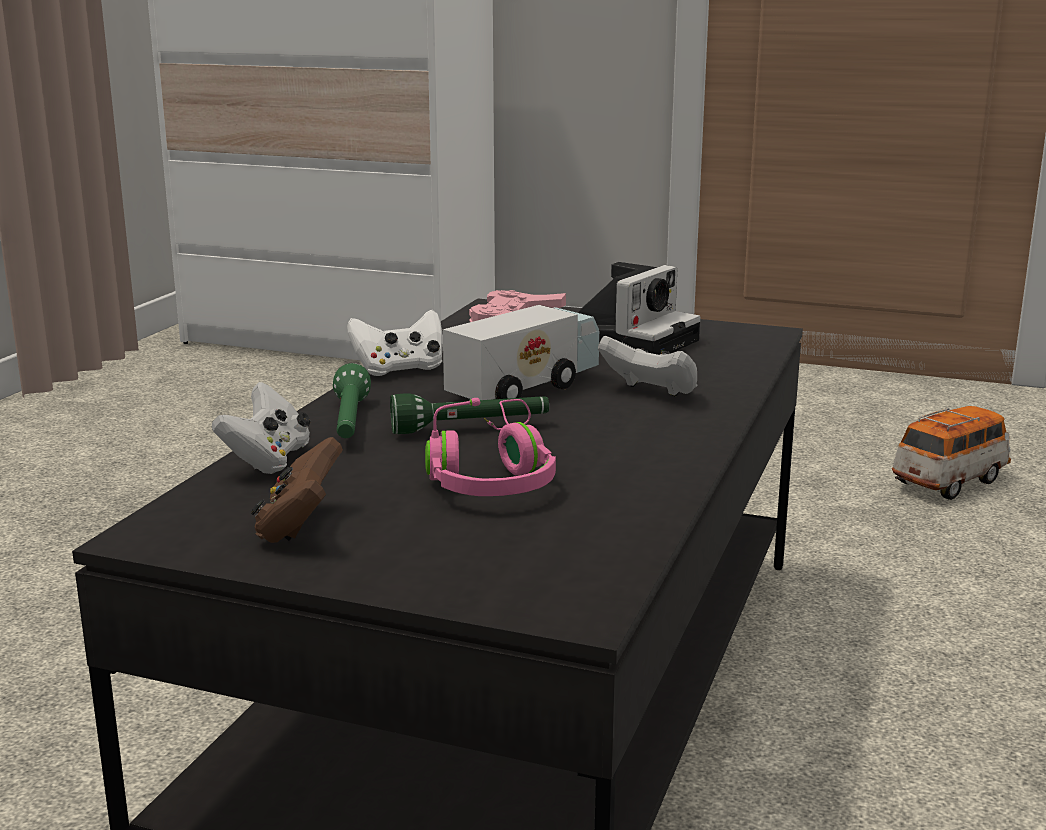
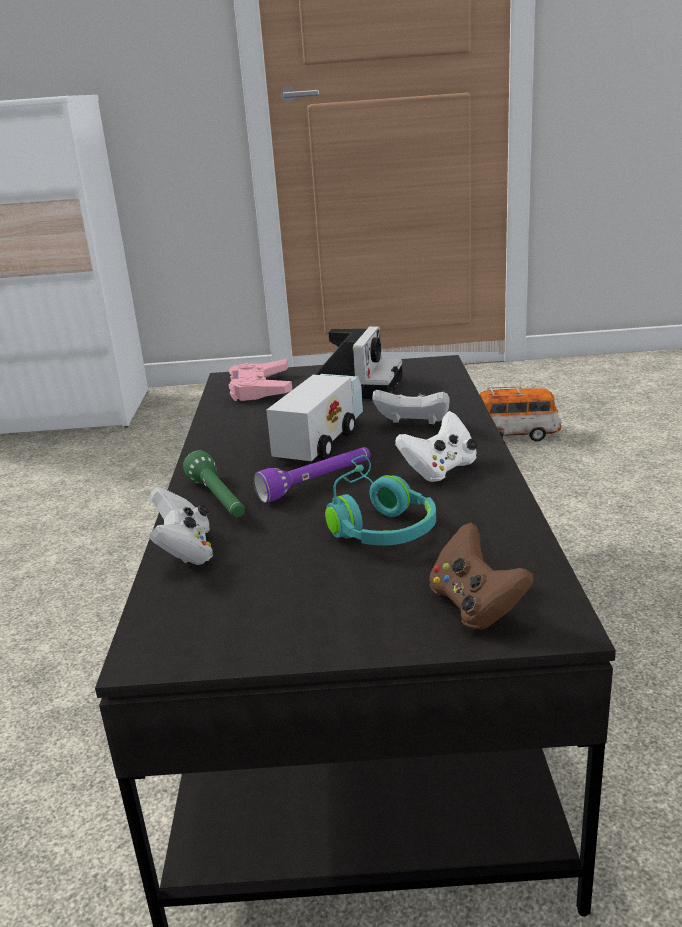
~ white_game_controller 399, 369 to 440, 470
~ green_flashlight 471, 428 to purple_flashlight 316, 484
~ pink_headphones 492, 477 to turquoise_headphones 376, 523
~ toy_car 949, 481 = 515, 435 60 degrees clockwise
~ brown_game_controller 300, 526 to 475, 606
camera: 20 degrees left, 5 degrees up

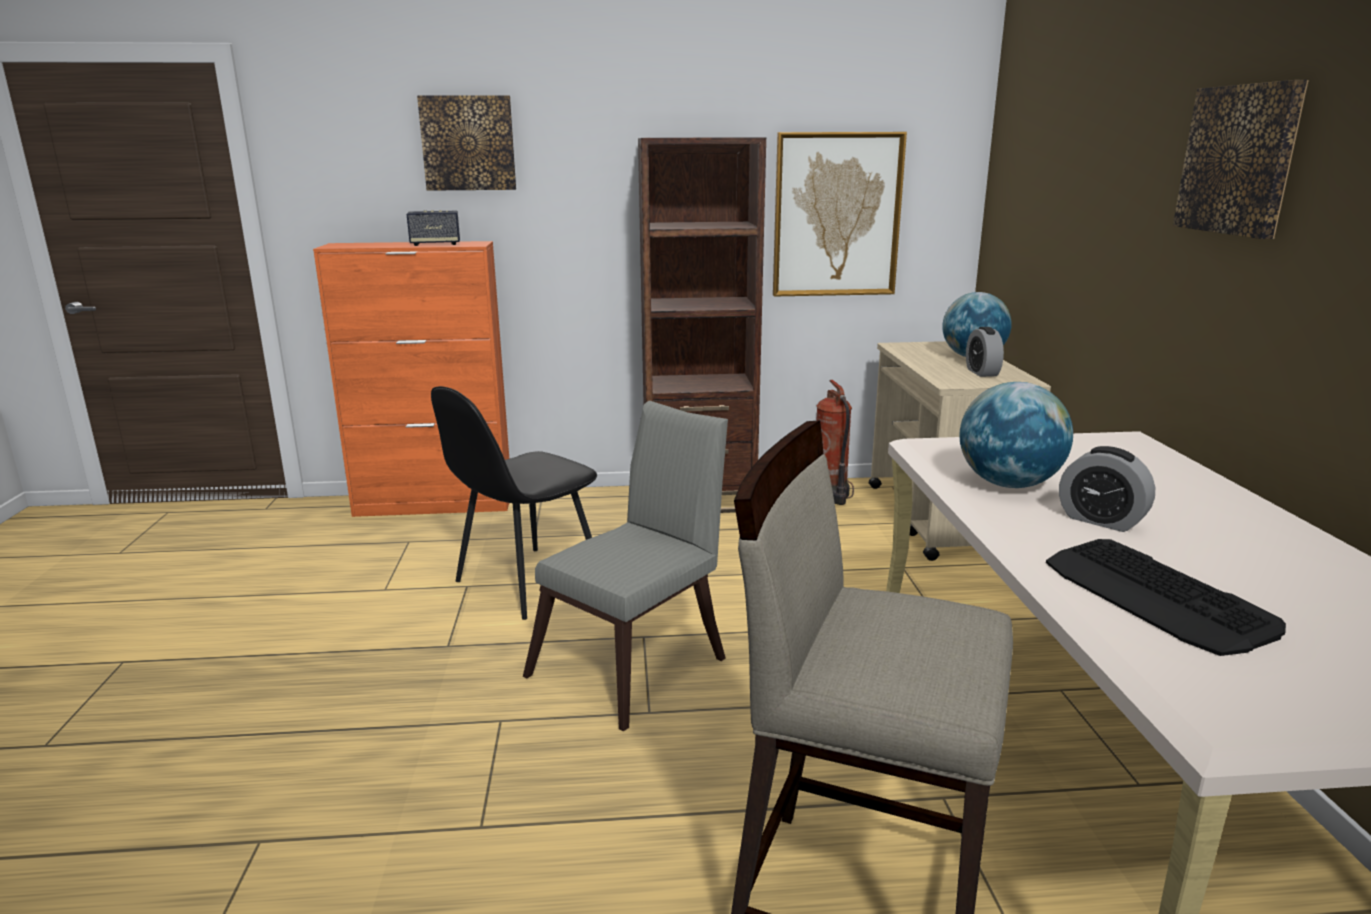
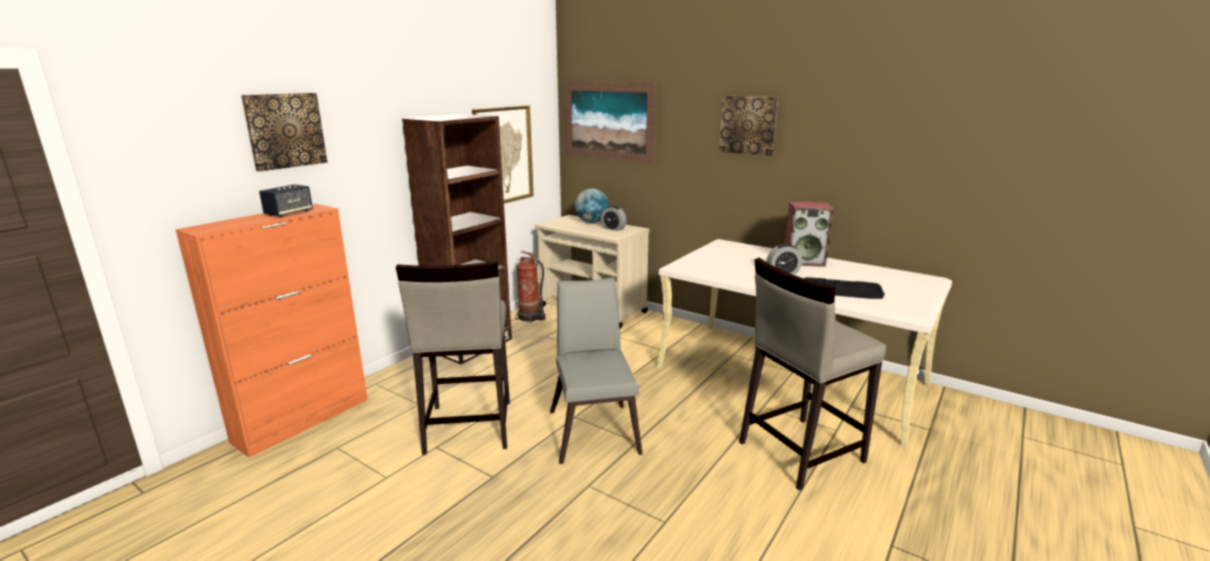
- globe 1008, 484
~ black_chair 526, 583 to beige_stool 468, 427
+ picture 608, 121
+ speaker 804, 261
camera: 50 degrees left, 0 degrees up

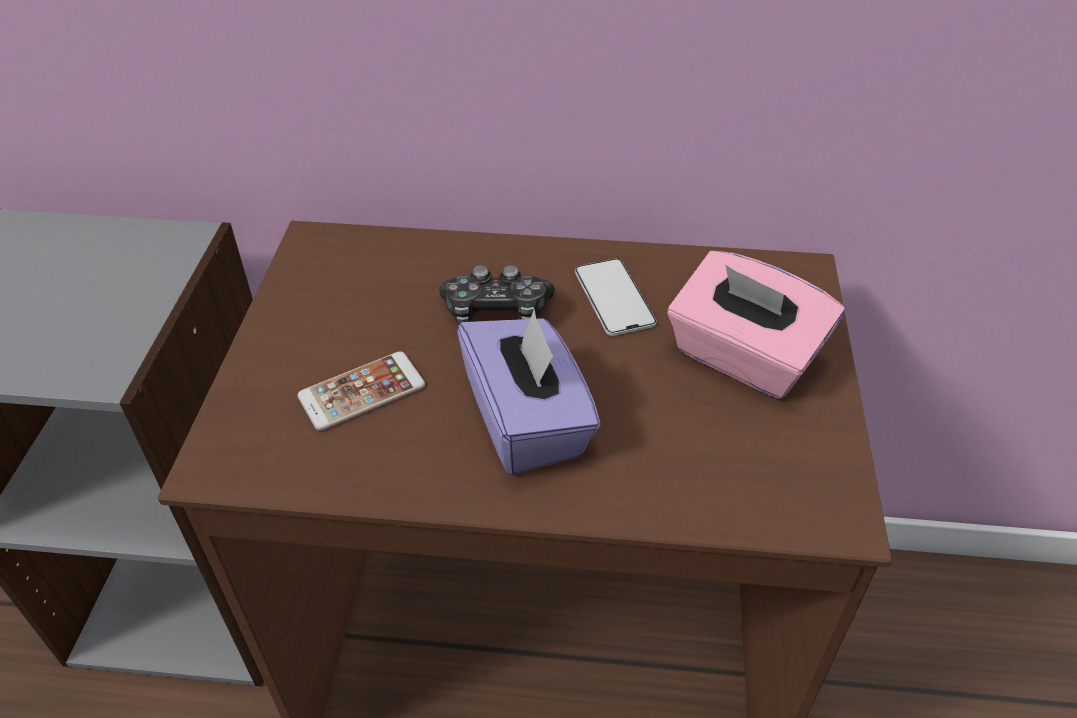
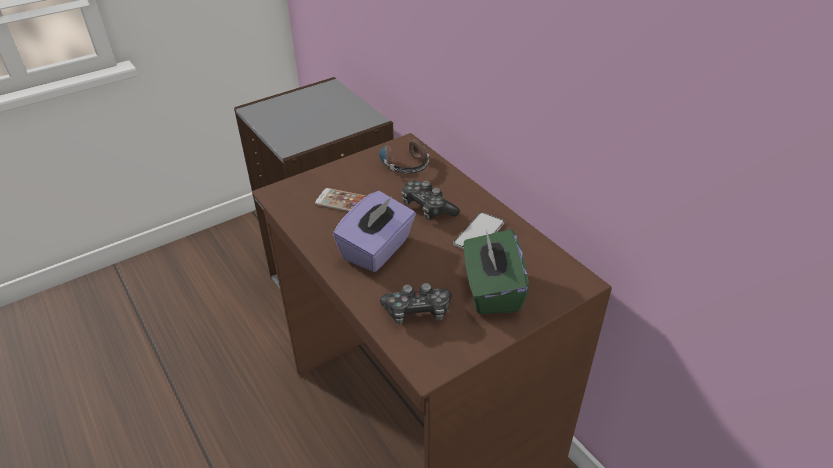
~ pink_tissue_box 743, 358 to green_tissue_box 491, 290
+ headphones 403, 161
+ game_controller 417, 311
camera: 50 degrees right, 5 degrees down

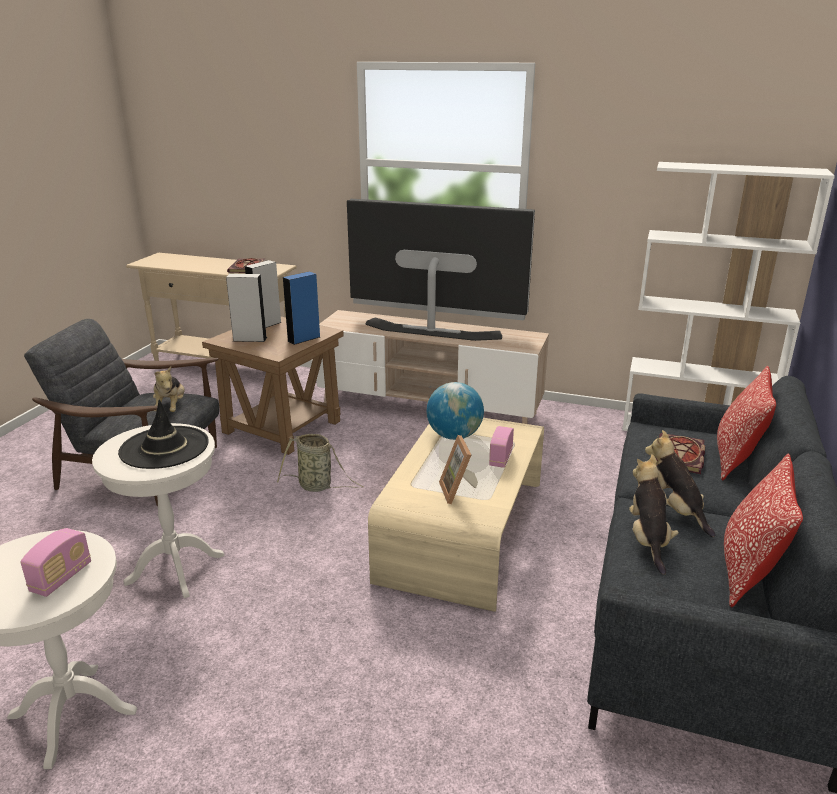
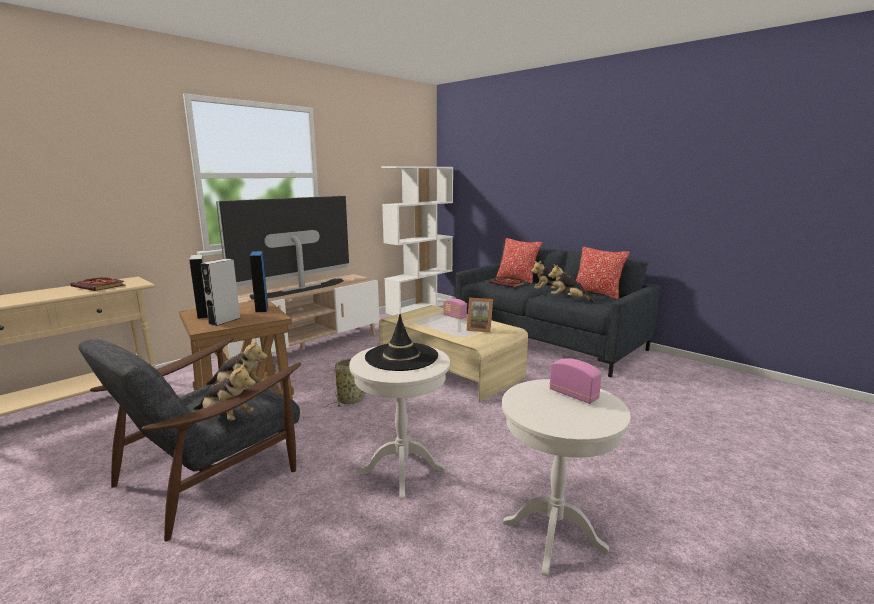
- globe 454, 436
+ plush_toy 225, 417
camera: 65 degrees left, 10 degrees down

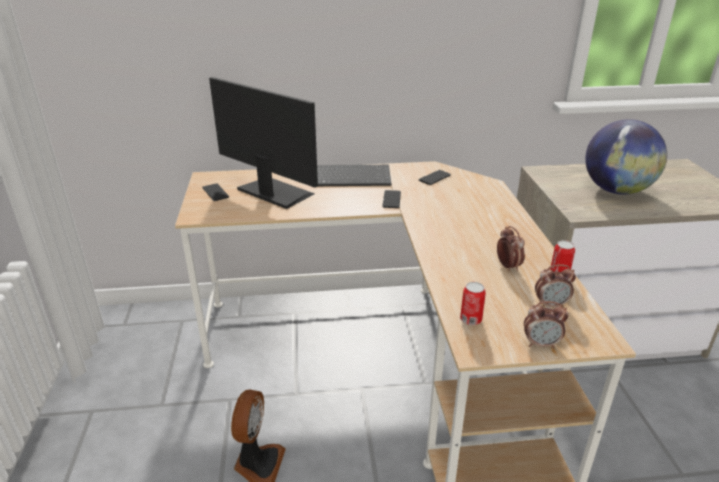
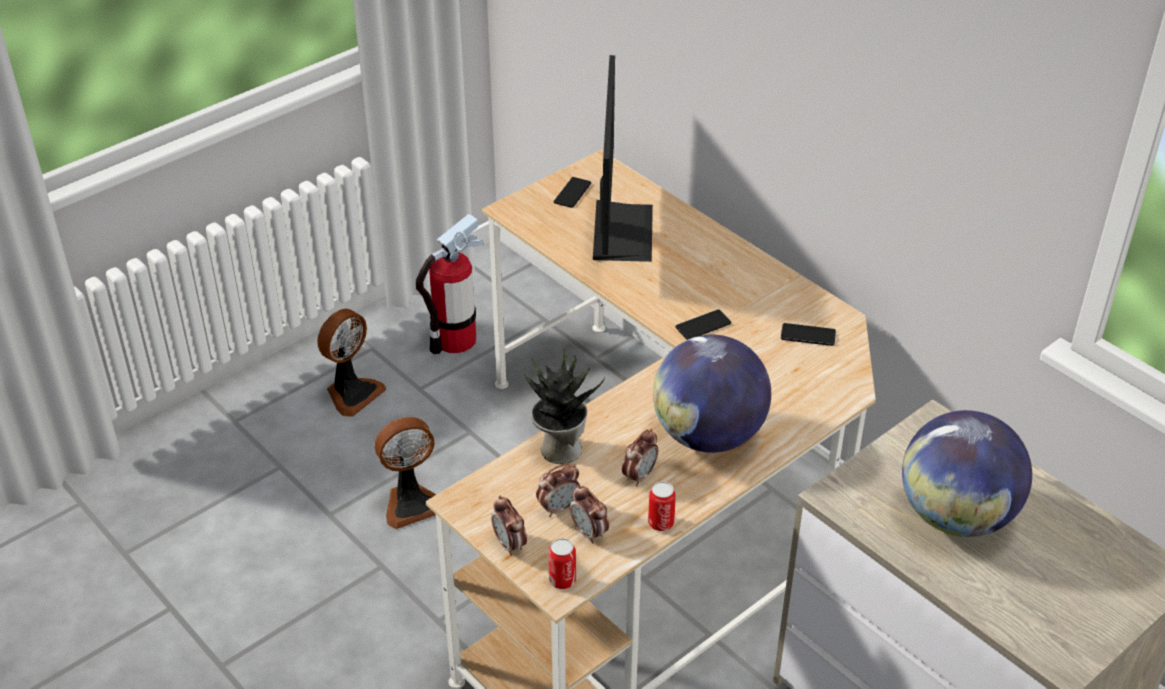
- keyboard 351, 177
~ can 470, 319 to 562, 580
+ fire_extinguisher 455, 340
+ fan 352, 393
+ globe 708, 435
+ potted_plant 559, 449
+ alarm_clock 559, 508
camera: 55 degrees right, 10 degrees up

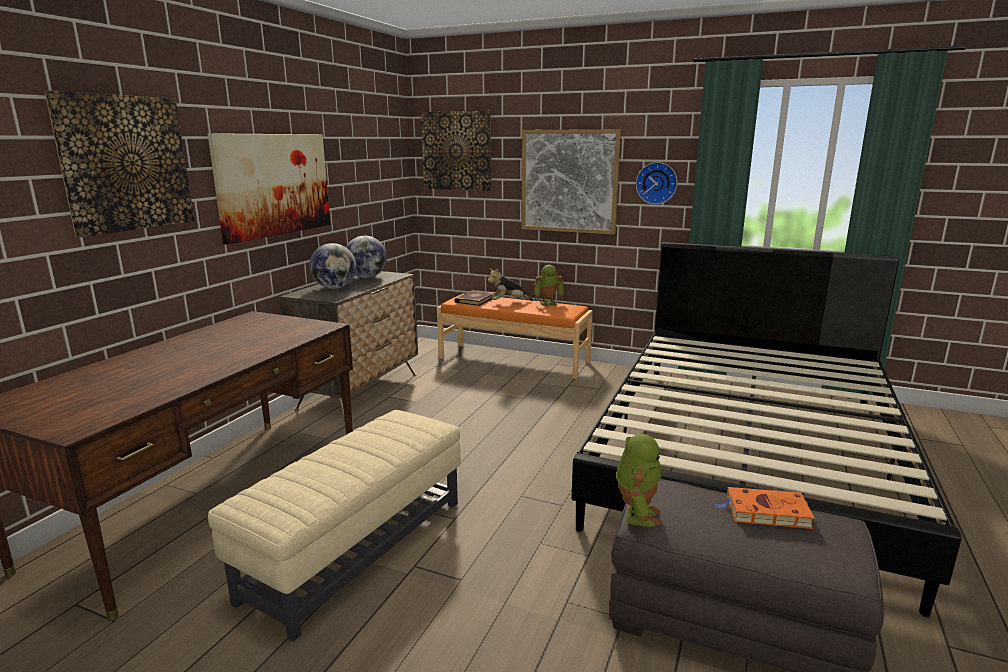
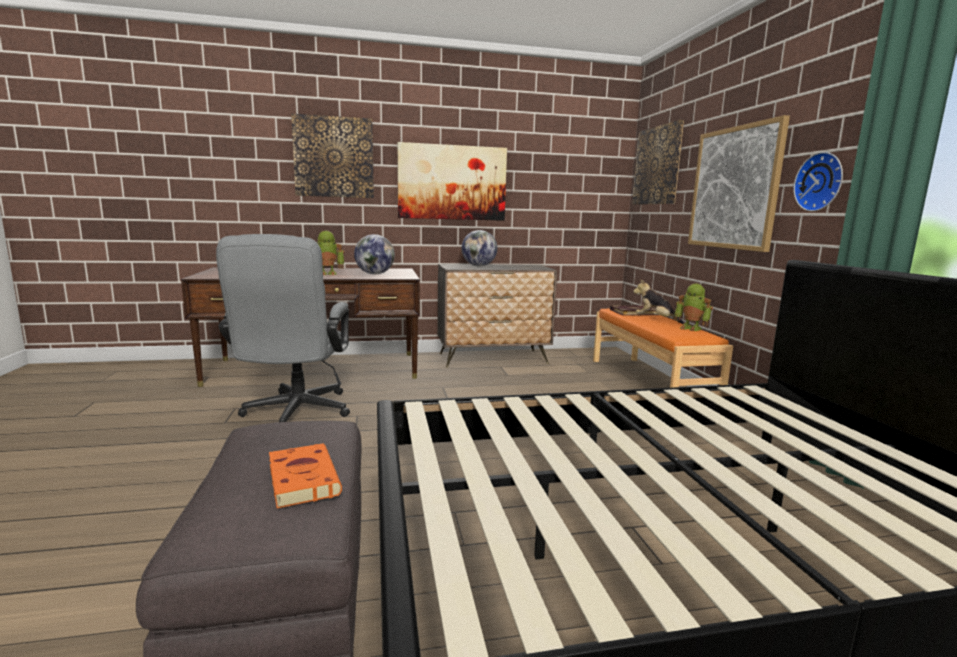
~ globe 366, 277 to 374, 274
~ beige_ottoman 358, 548 to grey_office_chair 295, 414
~ toy_robot 636, 514 to 328, 273
camera: 55 degrees right, 5 degrees down

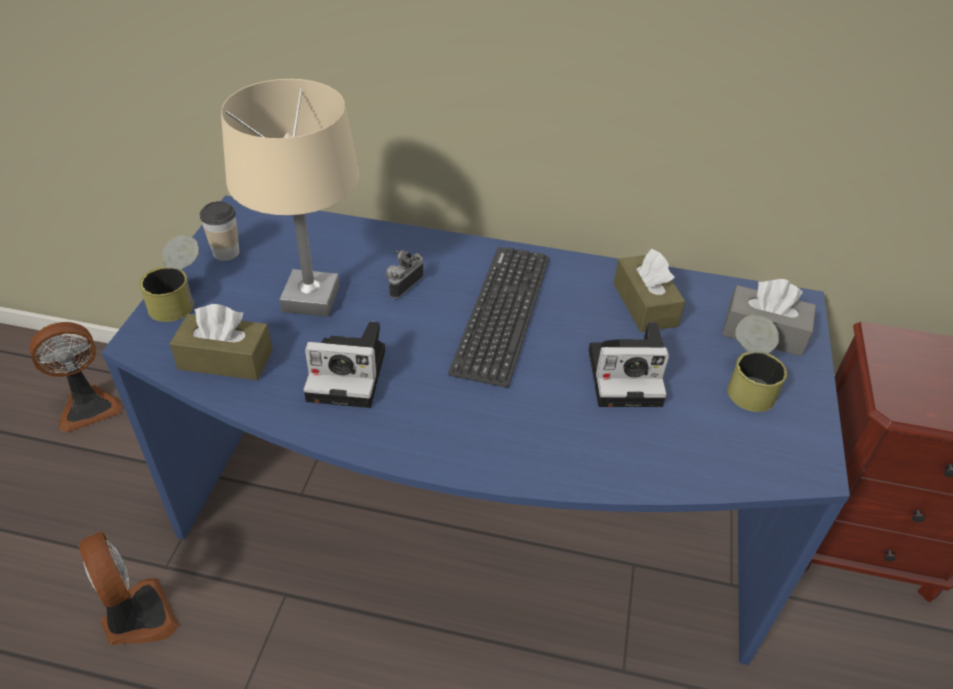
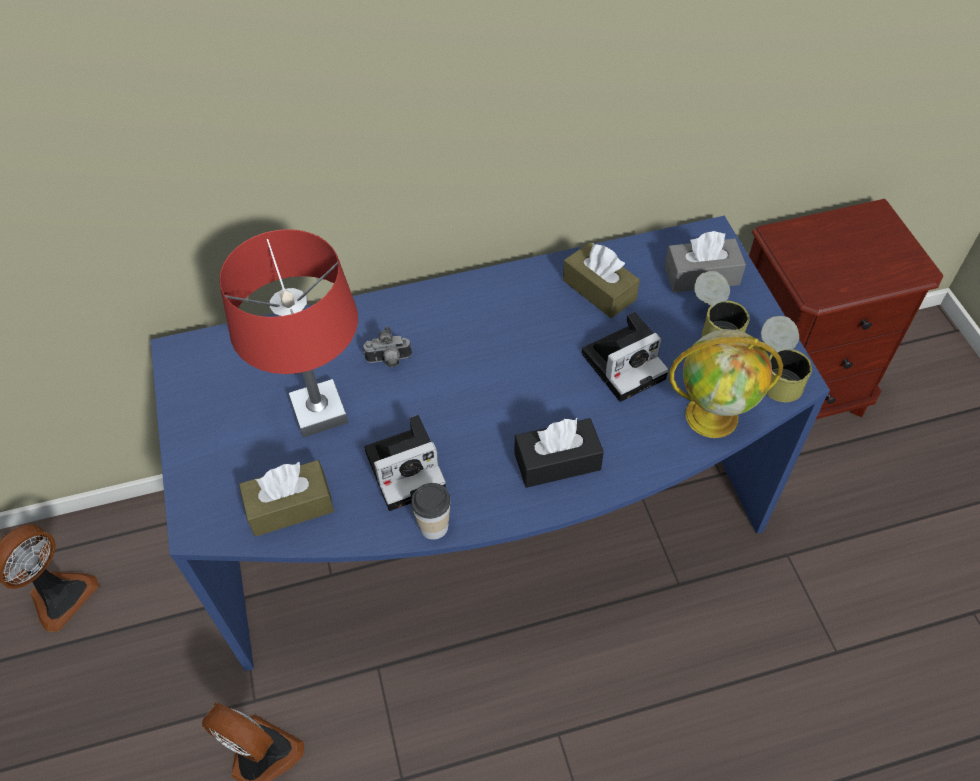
~ beige_table_lamp 311, 299 to red_table_lamp 320, 412
~ cup 226, 253 to 434, 526
~ can 179, 298 to 777, 374
- keyboard 502, 313
~ photo_camera 402, 284 = 389, 361 105 degrees counterclockwise
+ globe 713, 415
+ black_tissue_box 557, 462
camera: 25 degrees left, 10 degrees up

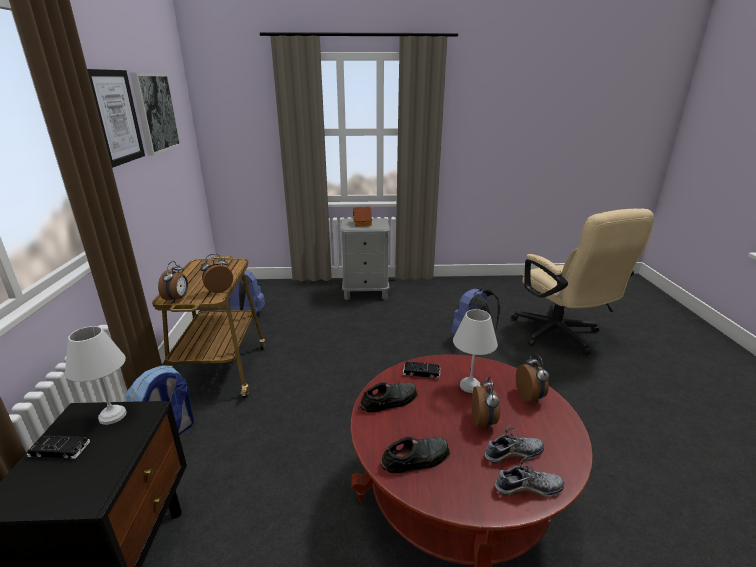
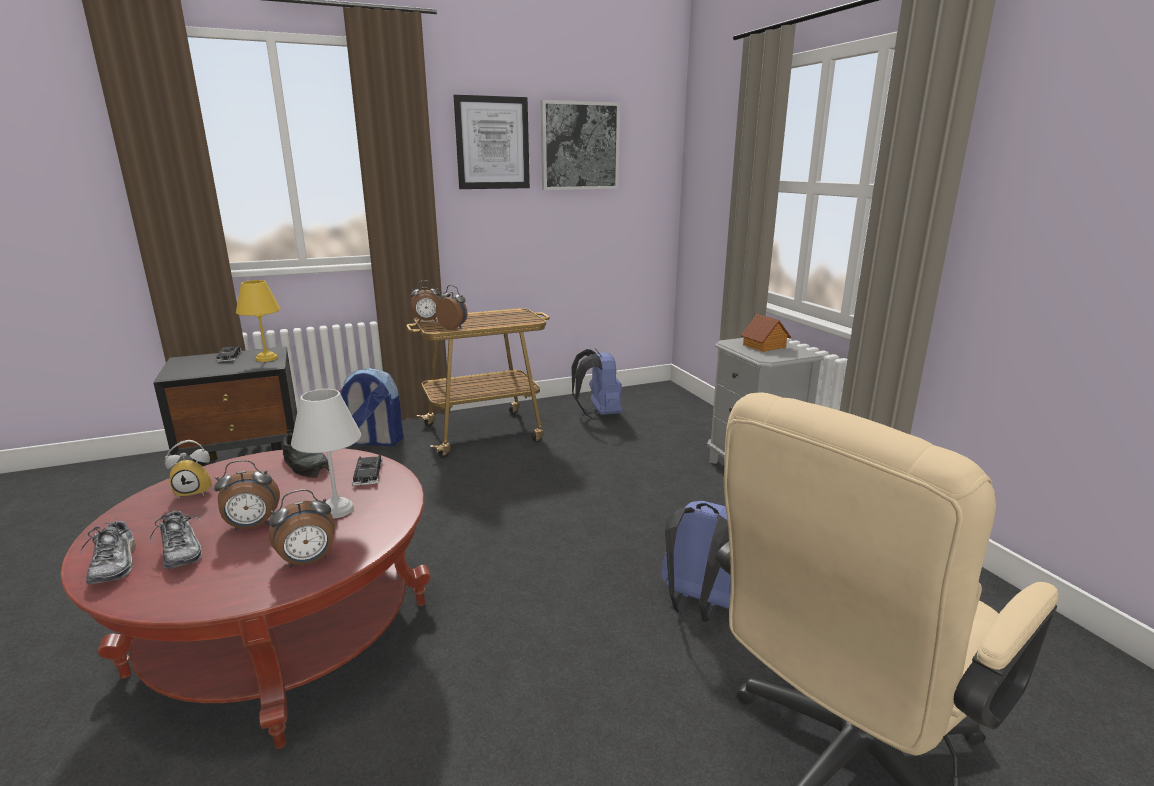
~ white_table_lamp 113, 416 to yellow_table_lamp 266, 359
~ black_shoe 416, 458 to alarm_clock 196, 491
camera: 70 degrees right, 5 degrees down

